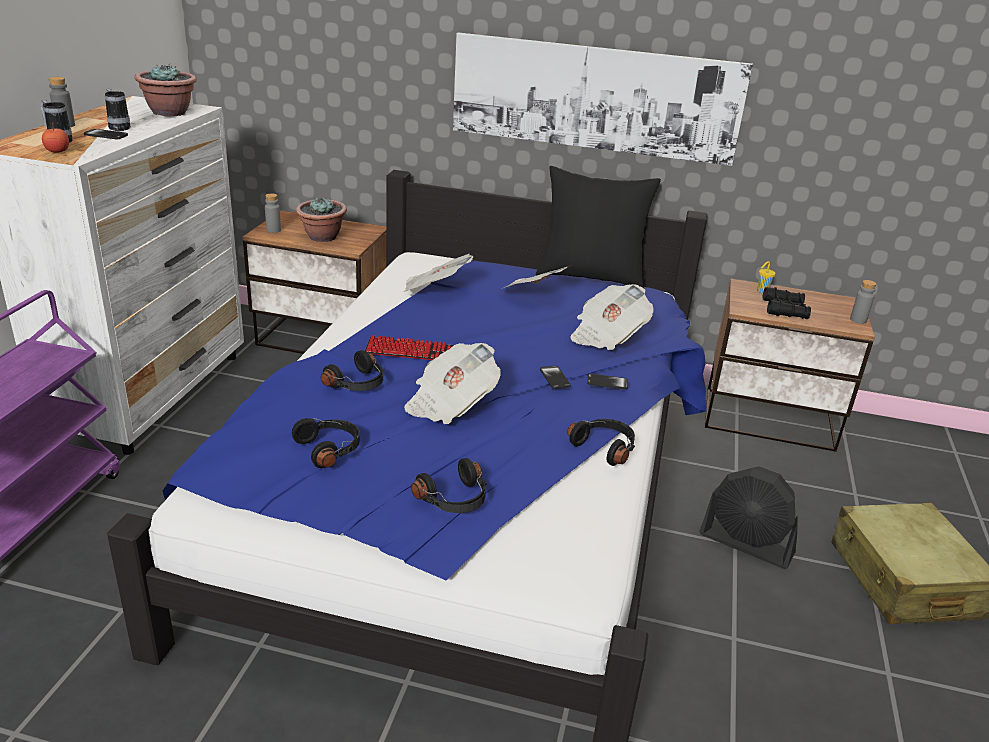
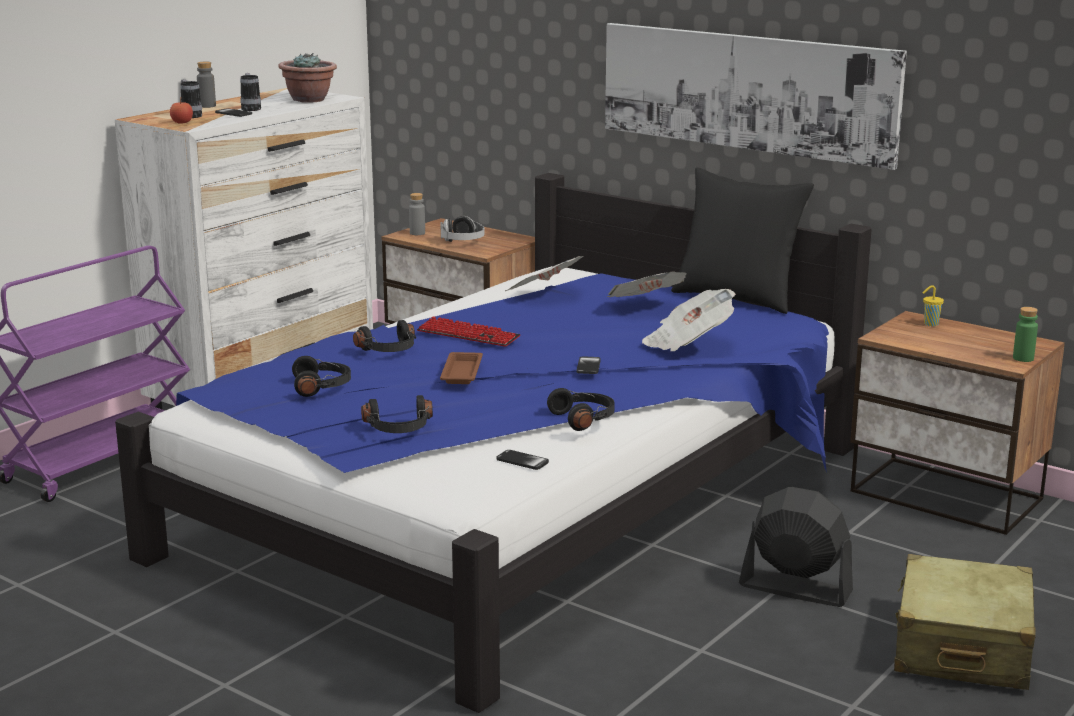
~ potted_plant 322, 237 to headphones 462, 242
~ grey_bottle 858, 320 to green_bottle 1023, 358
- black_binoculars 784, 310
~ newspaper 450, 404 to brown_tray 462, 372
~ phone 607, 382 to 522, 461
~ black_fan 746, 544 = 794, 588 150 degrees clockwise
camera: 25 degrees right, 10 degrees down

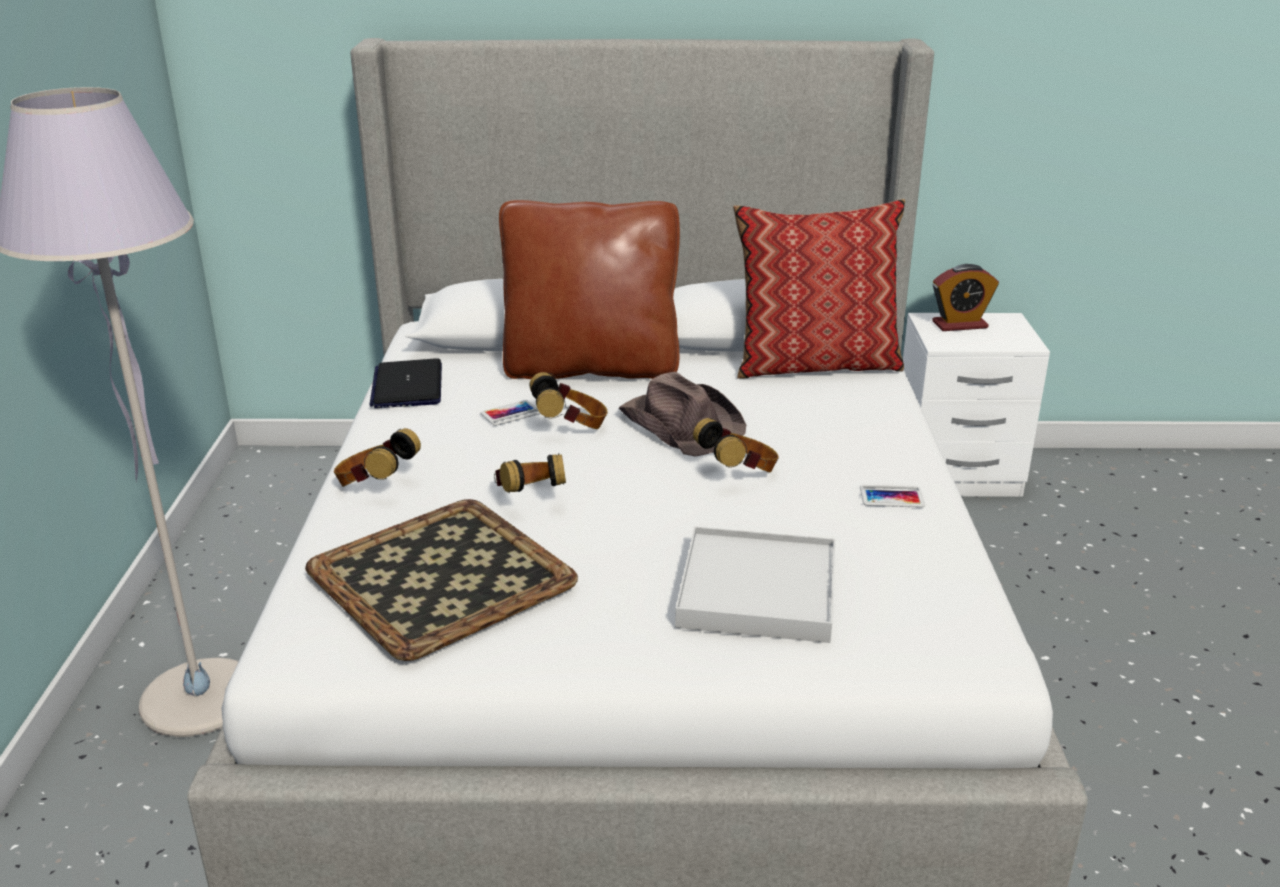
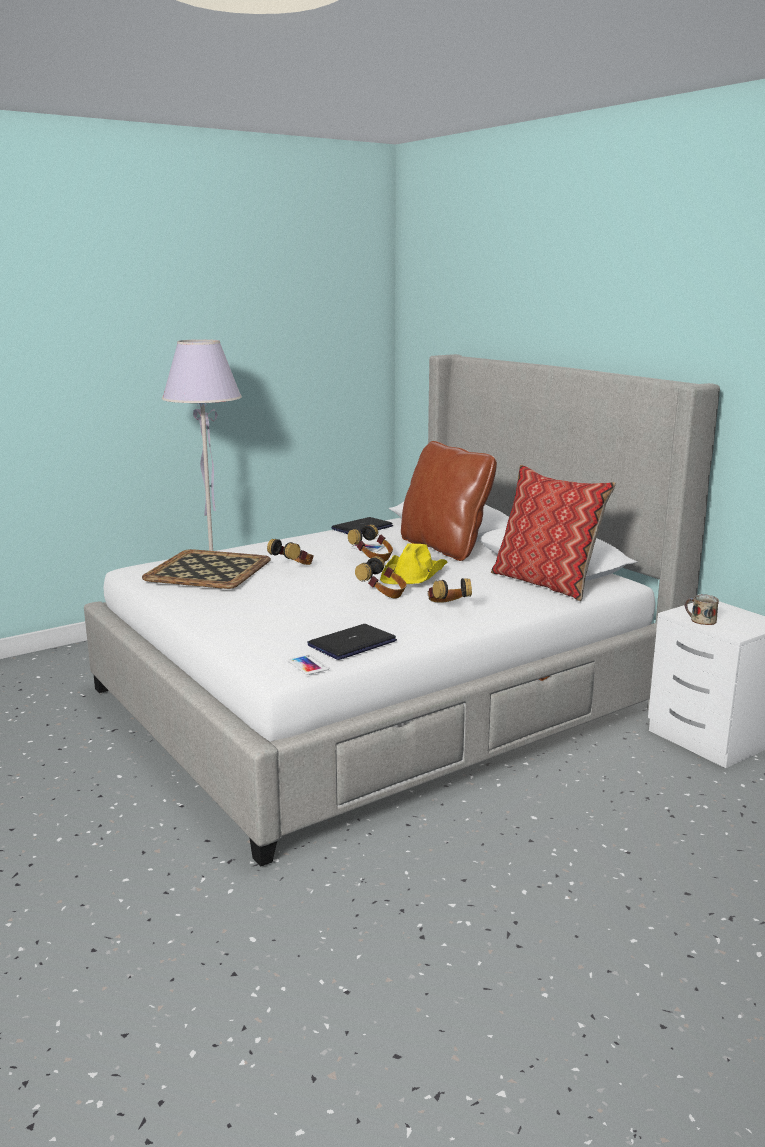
- alarm_clock 959, 325
~ brown_hat 681, 424 to yellow_hat 414, 574
~ headphones 376, 486 to 448, 608
~ phone 891, 497 to 308, 665
- white_tray 758, 590
+ mug 701, 620
+ laptop 352, 643
camera: 55 degrees right, 10 degrees down

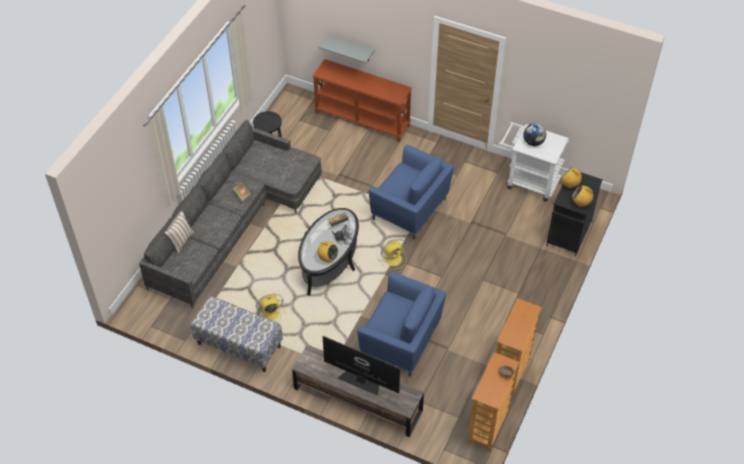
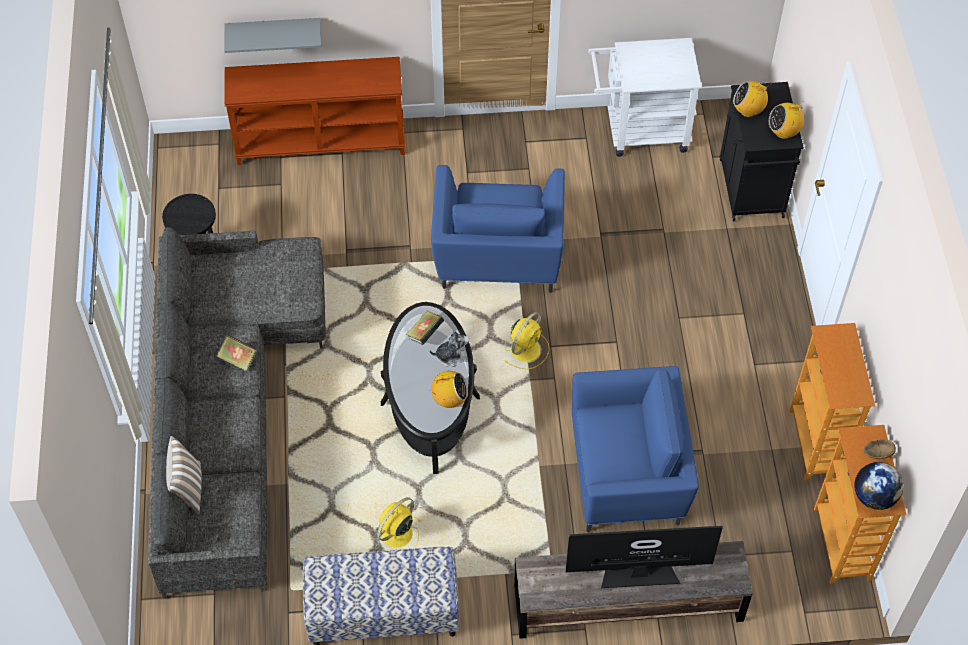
~ globe 533, 142 to 874, 497
~ blue_armchair 410, 210 = 497, 258 90 degrees clockwise
camera: 30 degrees left, 5 degrees up

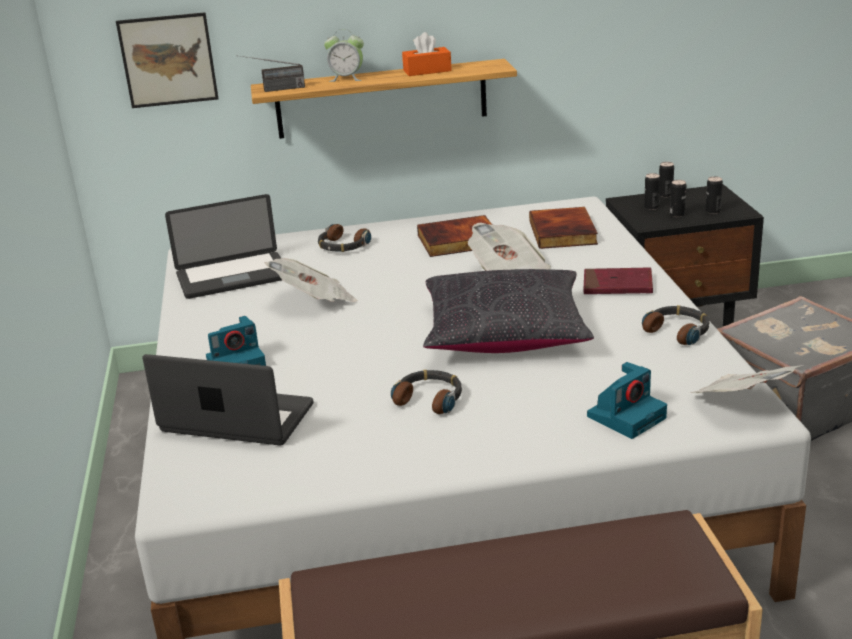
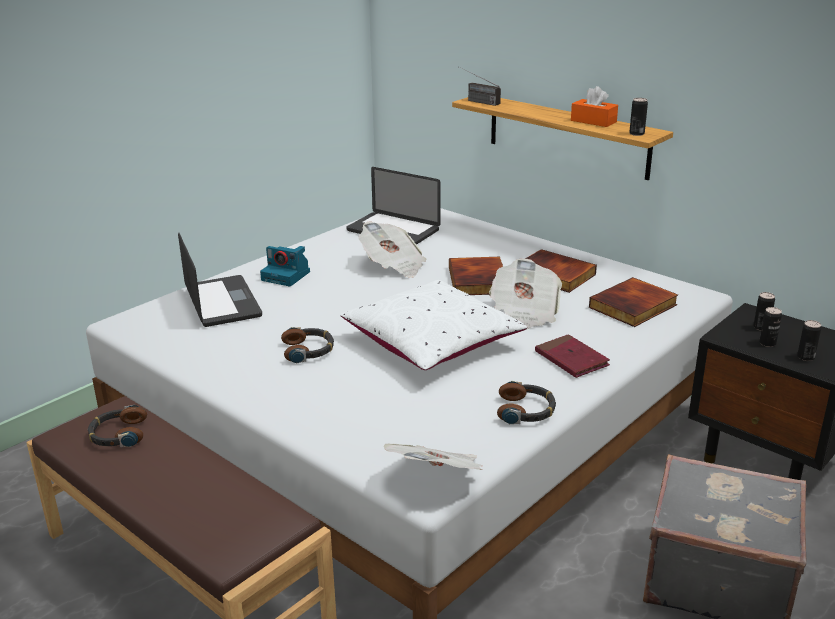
- picture 168, 60
- alarm_clock 347, 78
~ can 665, 195 to 636, 134
~ headphones 342, 246 to 118, 434
~ black_pillow 504, 333 to white_pillow 432, 343
- photo_camera 627, 416
+ book 479, 280
camera: 50 degrees right, 0 degrees up

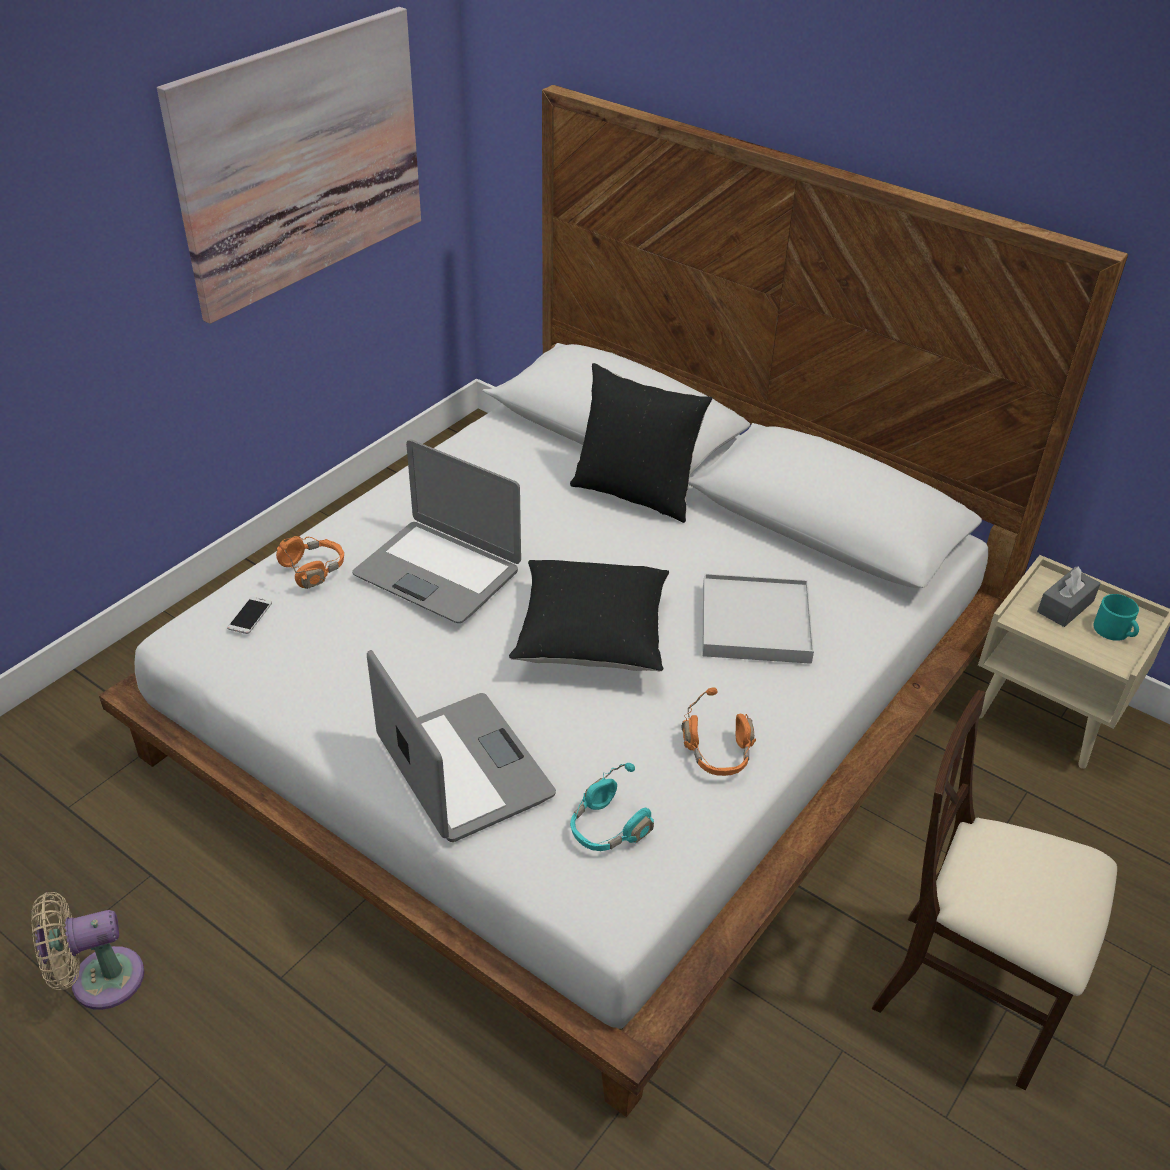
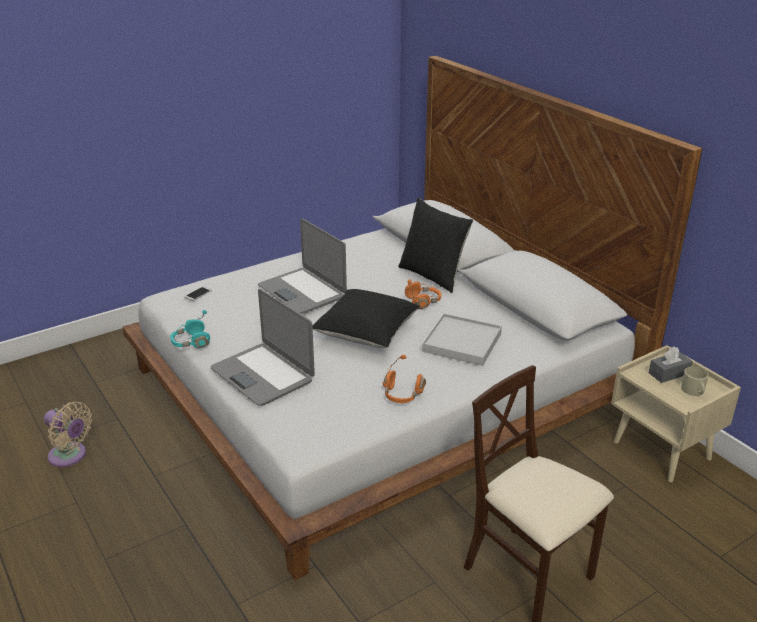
- picture 302, 161
~ orange_headphones 313, 570 to 423, 302
~ turquoise_mug 1115, 631 to beige_mug 694, 391
~ laptop 463, 769 = 263, 374 150 degrees clockwise
~ turquoise_headphones 607, 829 to 191, 342
~ beige_fan 99, 980 = 70, 456 150 degrees counterclockwise
camera: 20 degrees right, 10 degrees down

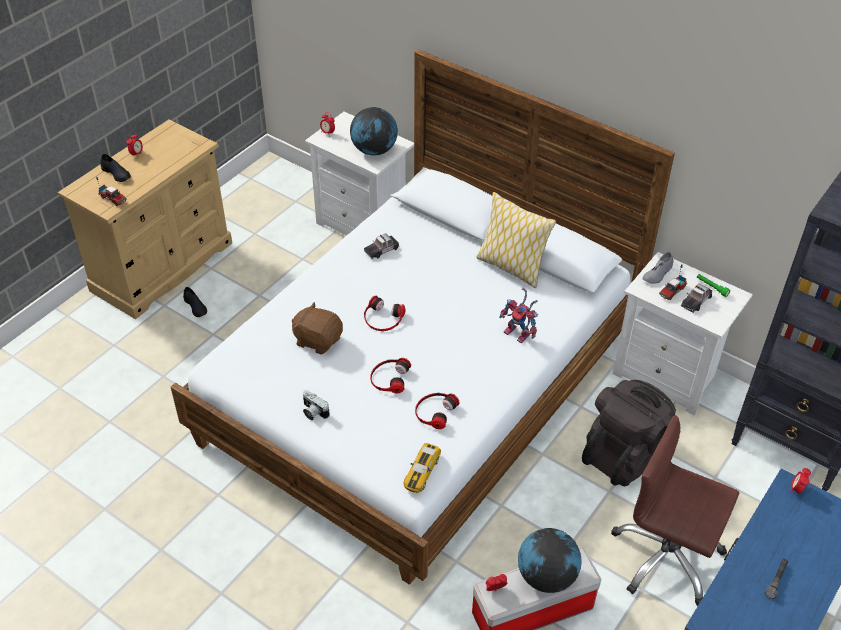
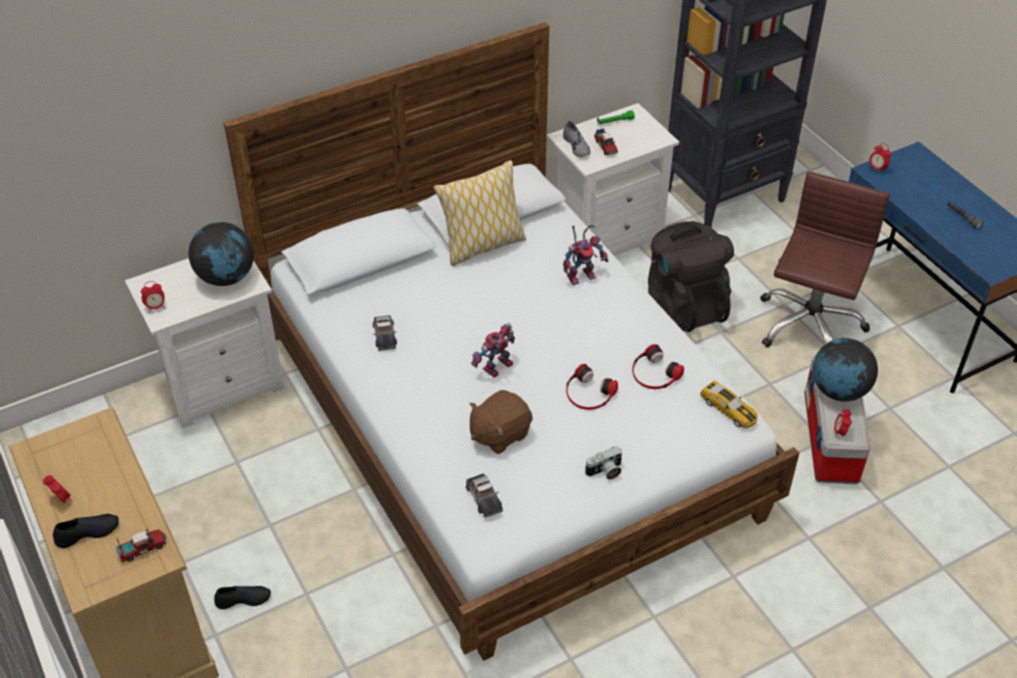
~ toy_car 696, 301 to 484, 498
~ headphones 383, 318 to toy_robot 497, 369
~ brown_office_chair 666, 557 = 809, 325 150 degrees clockwise
camera: 65 degrees left, 0 degrees up

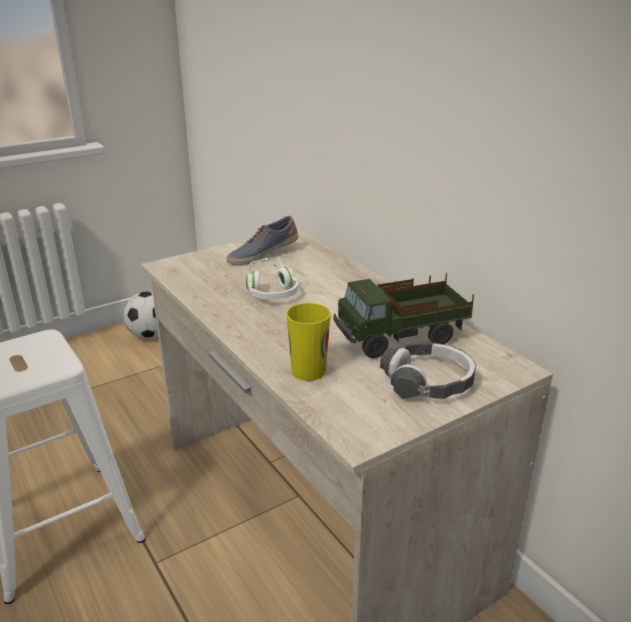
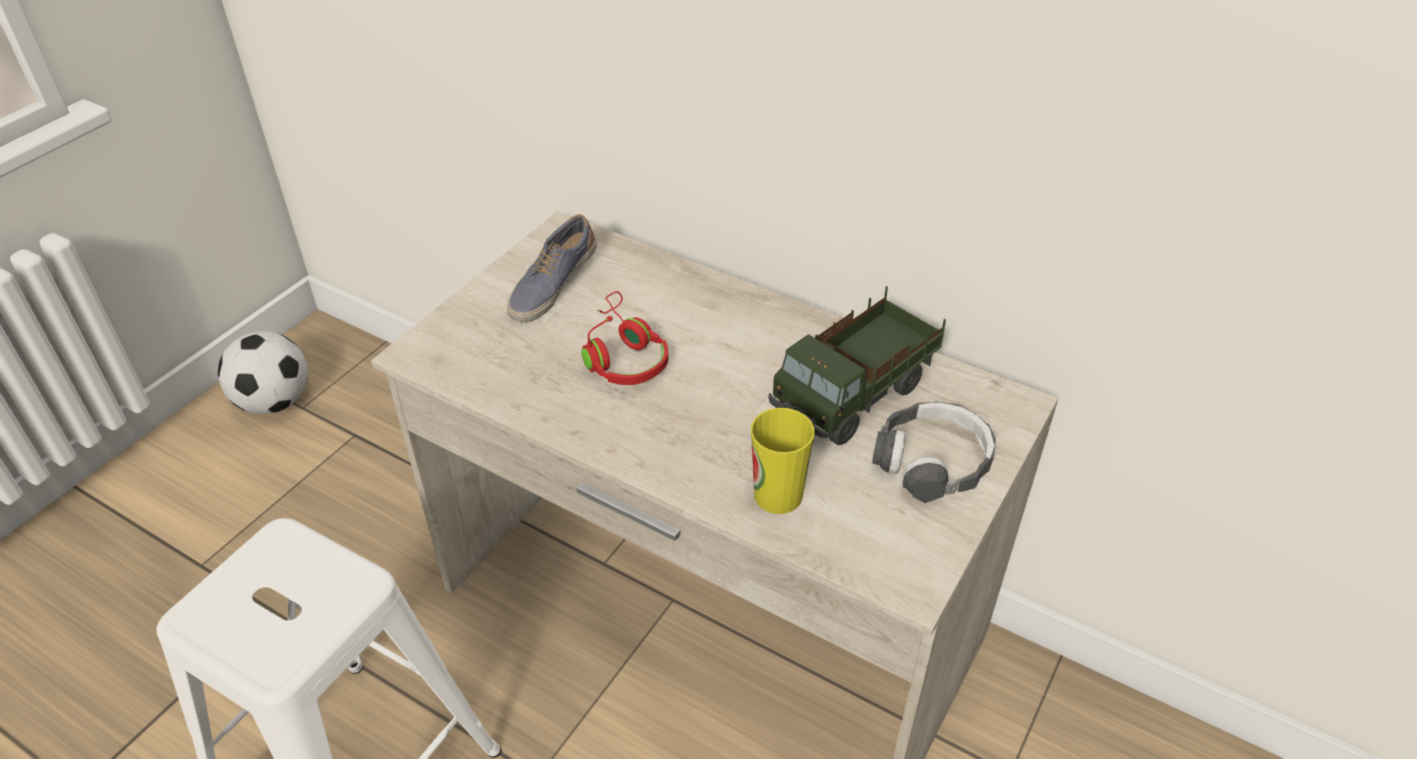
~ white_headphones 274, 289 to red_headphones 623, 355
camera: 25 degrees left, 15 degrees up

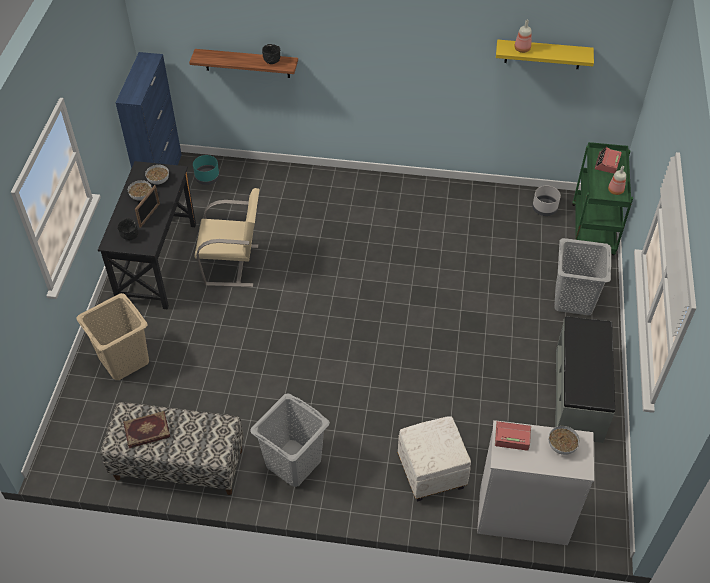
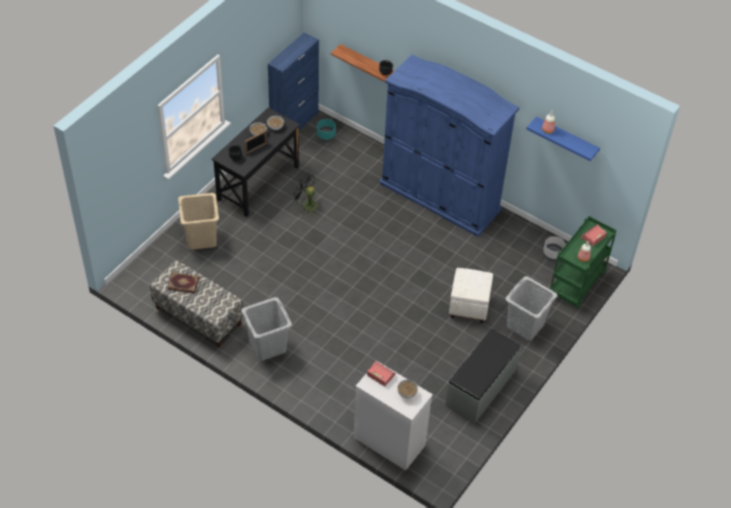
~ yellow_shelf 543, 54 to blue_shelf 566, 139
~ beige_chair 233, 265 to black_fan 306, 205
~ white_ottoman 432, 473 to 469, 307
+ blue_wardrobe 440, 196
camera: 25 degrees right, 0 degrees up

